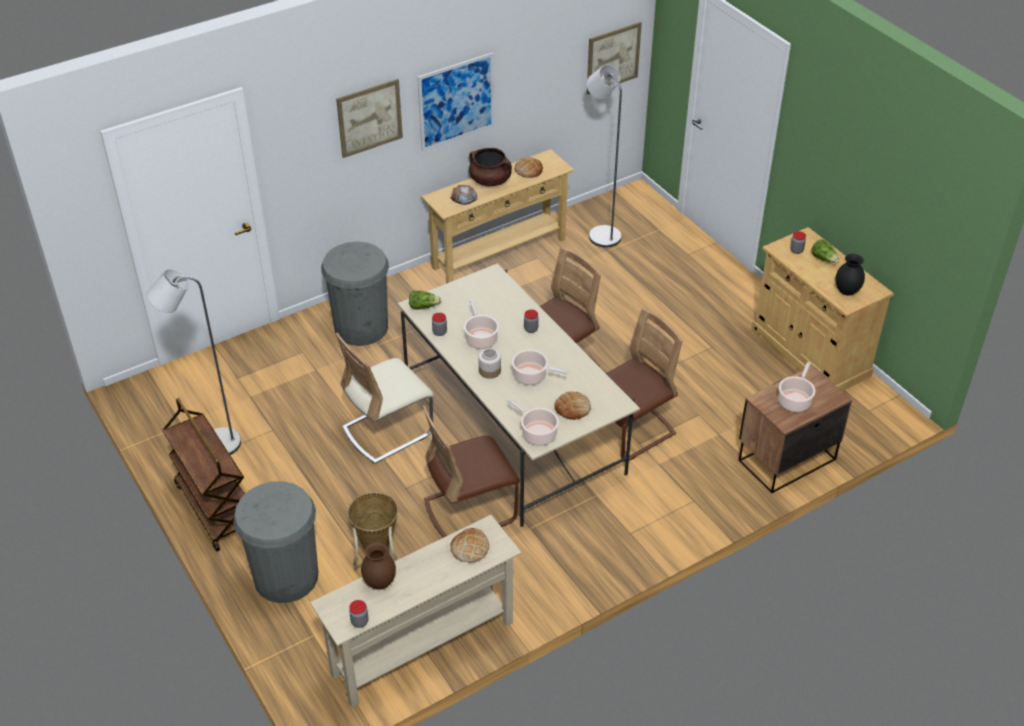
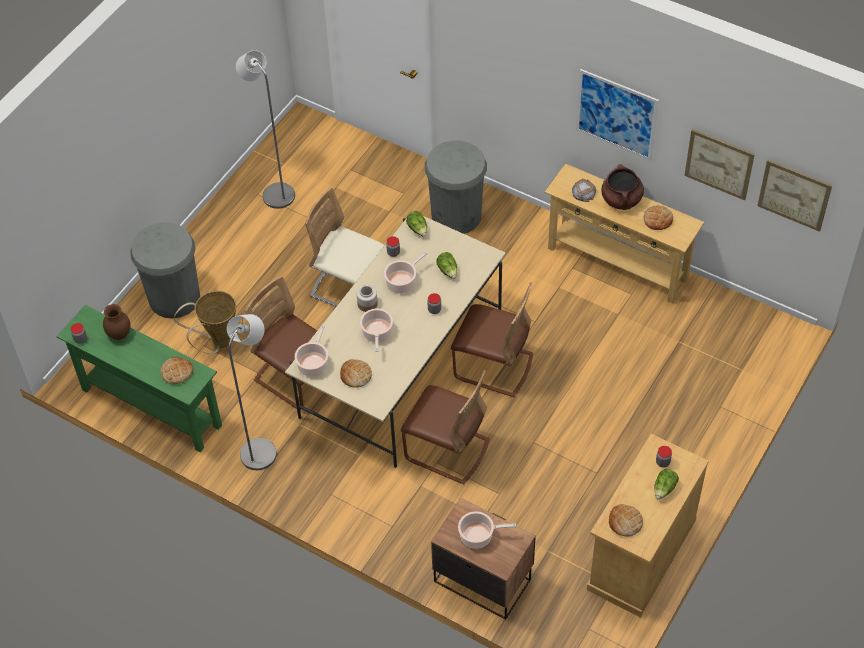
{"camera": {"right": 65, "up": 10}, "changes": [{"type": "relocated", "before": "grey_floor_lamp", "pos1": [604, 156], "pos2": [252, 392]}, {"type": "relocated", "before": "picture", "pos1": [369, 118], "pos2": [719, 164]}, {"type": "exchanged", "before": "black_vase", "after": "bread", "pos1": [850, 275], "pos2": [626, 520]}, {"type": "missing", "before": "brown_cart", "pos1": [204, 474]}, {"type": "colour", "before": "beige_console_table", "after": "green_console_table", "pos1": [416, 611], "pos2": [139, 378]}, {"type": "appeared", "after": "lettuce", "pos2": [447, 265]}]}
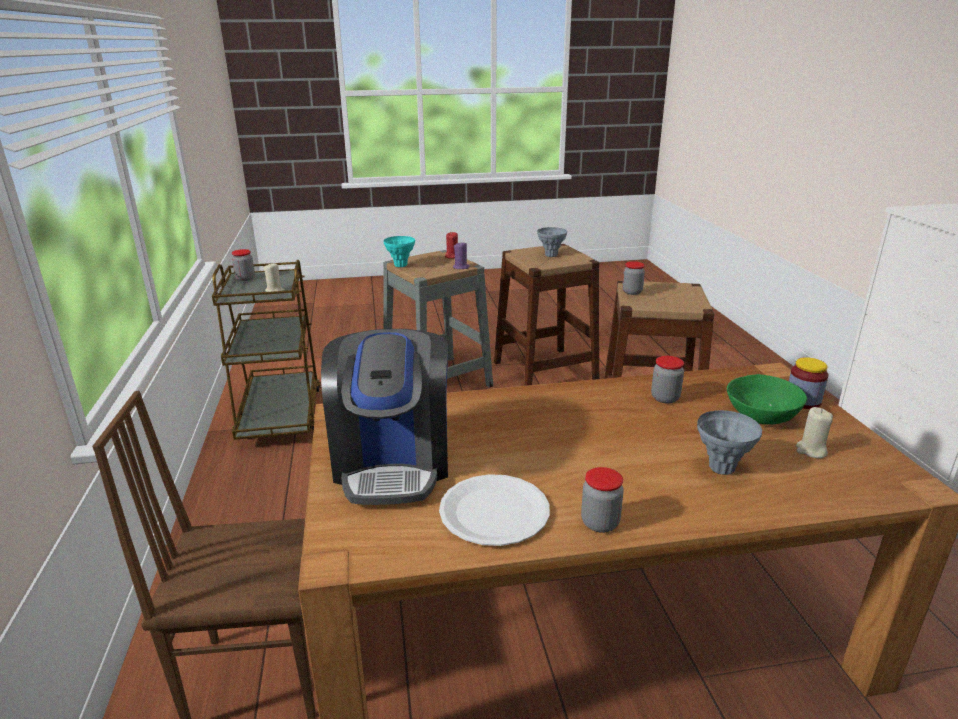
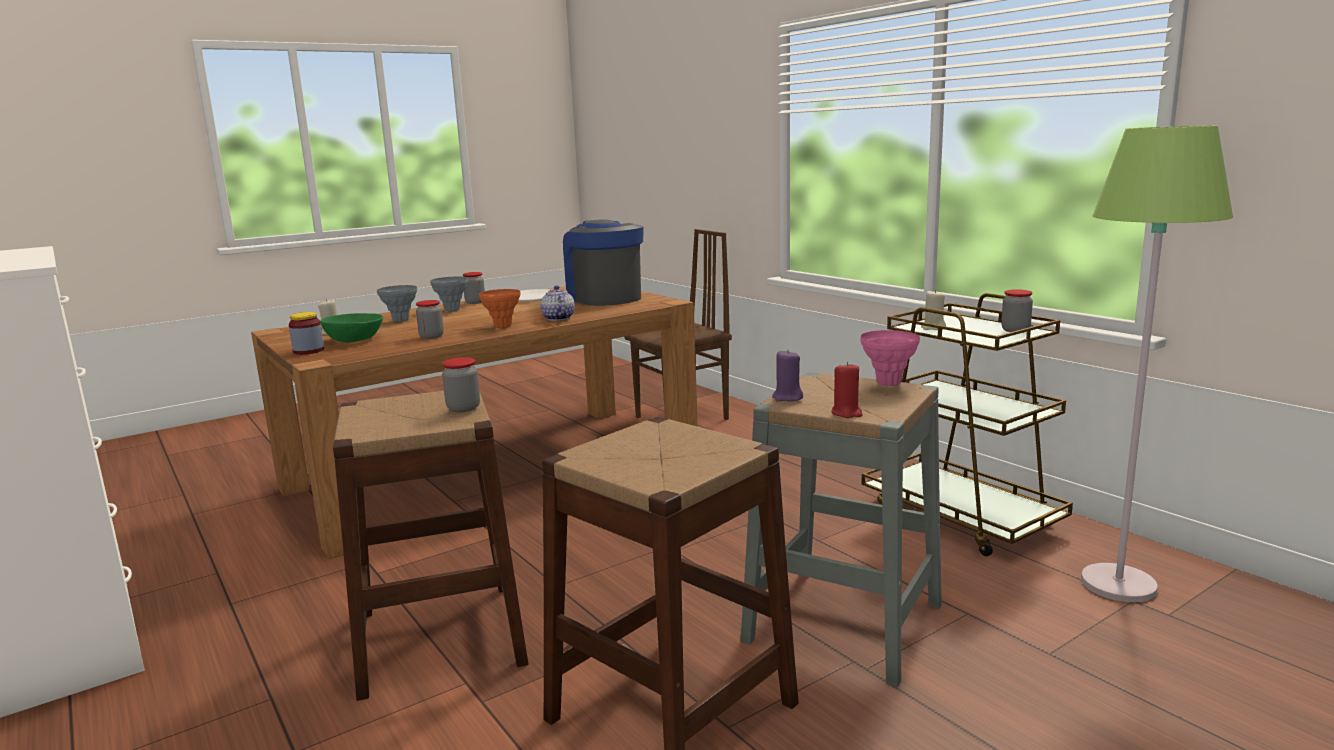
{"camera": {"right": 155, "up": -10}, "changes": [{"type": "relocated", "before": "grey_vase", "pos1": [552, 242], "pos2": [449, 294]}, {"type": "colour", "before": "turquoise_vase", "after": "pink_vase", "pos1": [399, 251], "pos2": [890, 358]}, {"type": "appeared", "after": "green_floor_lamp", "pos2": [1157, 363]}, {"type": "appeared", "after": "teapot", "pos2": [558, 303]}, {"type": "appeared", "after": "orange_vase", "pos2": [499, 308]}]}
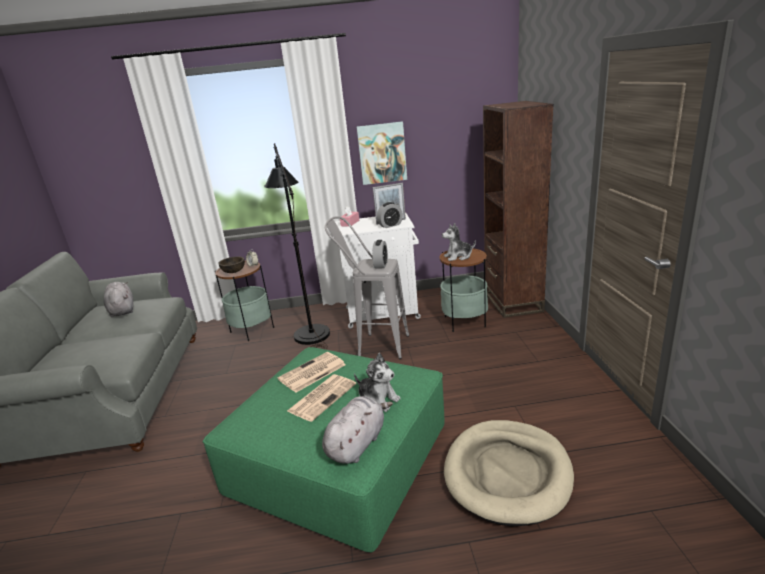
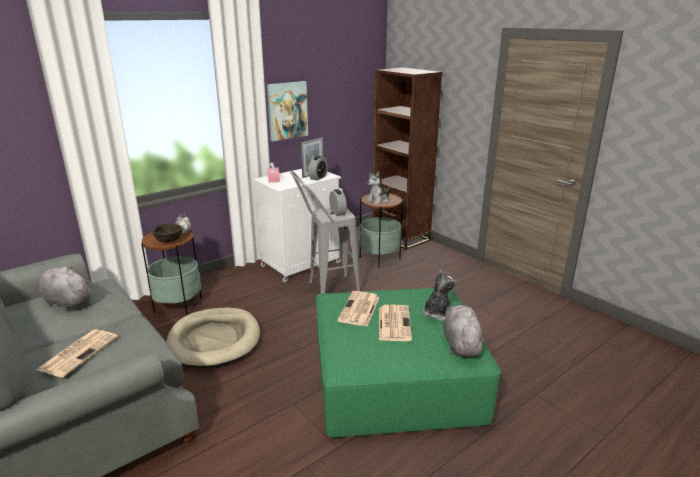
{"camera": {"right": -35, "up": 0}, "changes": [{"type": "missing", "before": "black_floor_lamp", "pos1": [297, 246]}, {"type": "spun", "before": "plush_toy", "pos1": [377, 382], "pos2": [440, 295], "turn": -60}, {"type": "relocated", "before": "beige_dog_bed", "pos1": [509, 473], "pos2": [213, 338]}, {"type": "appeared", "after": "newspaper", "pos2": [77, 353]}]}
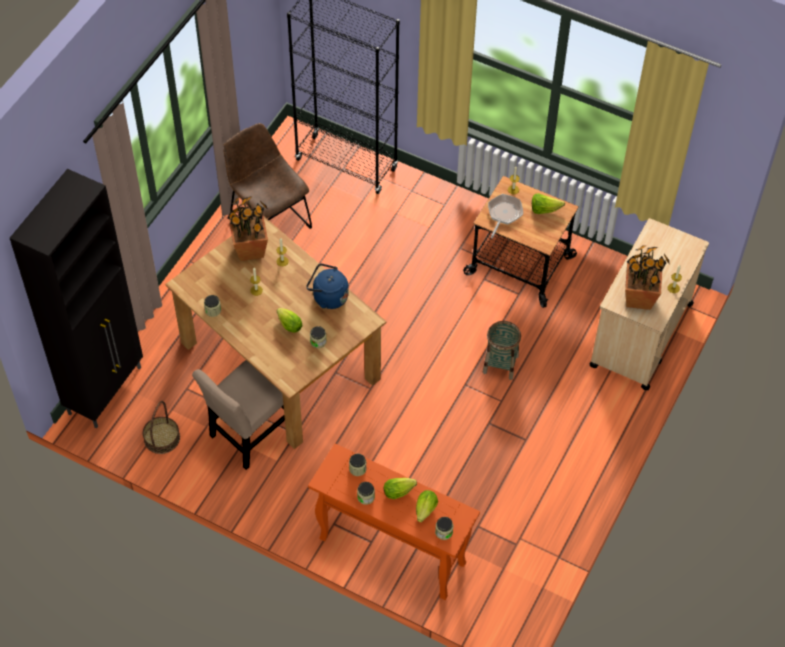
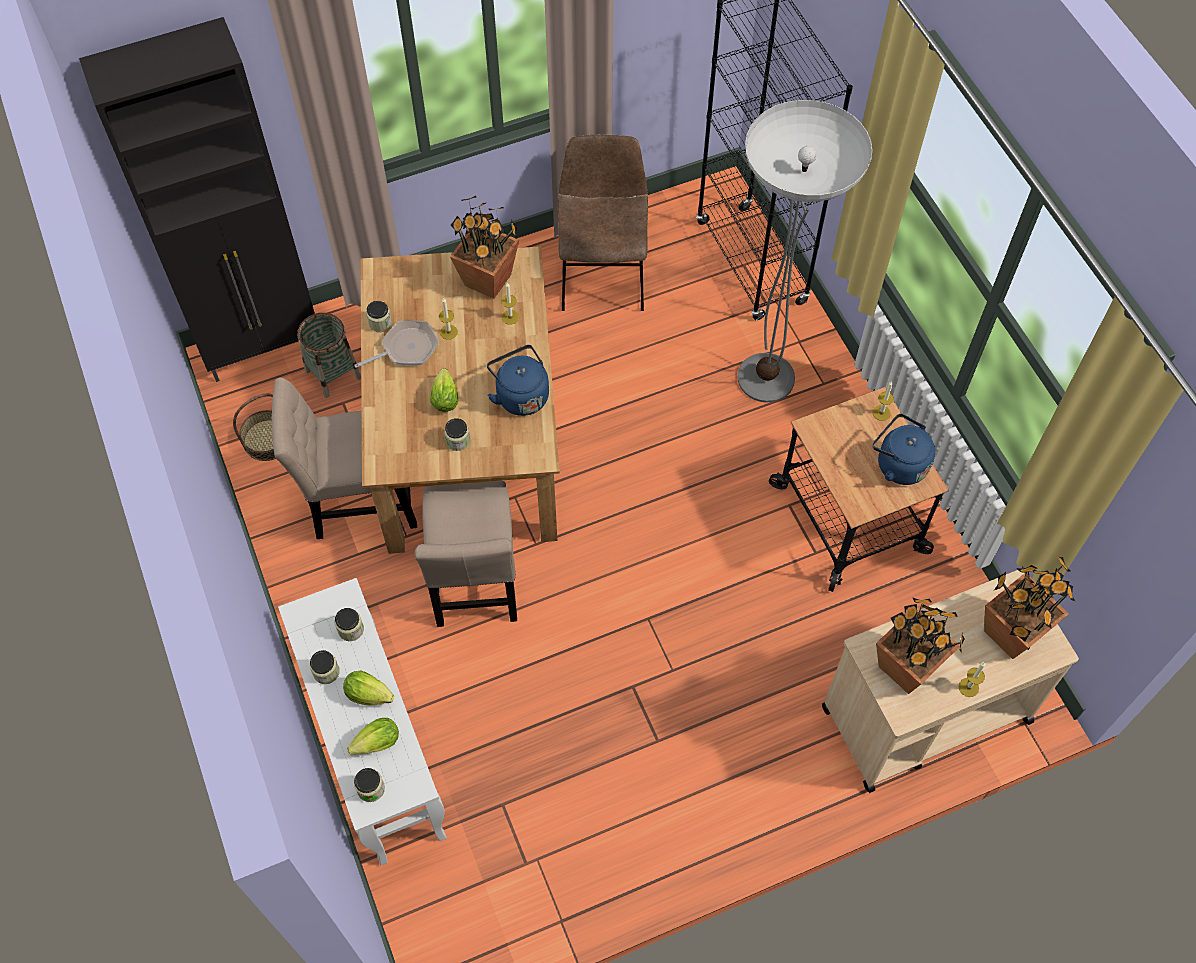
{"camera": {"right": 40, "up": 5}, "changes": [{"type": "exchanged", "before": "lettuce", "after": "blue_kettle", "pos1": [548, 203], "pos2": [904, 449]}, {"type": "relocated", "before": "frying_pan", "pos1": [505, 216], "pos2": [396, 344]}, {"type": "relocated", "before": "basket", "pos1": [502, 350], "pos2": [329, 355]}, {"type": "colour", "before": "orange_console_table", "after": "white_console_table", "pos1": [394, 521], "pos2": [362, 721]}, {"type": "appeared", "after": "floor_lamp", "pos2": [805, 251]}, {"type": "appeared", "after": "beige_chair", "pos2": [465, 554]}, {"type": "appeared", "after": "potted_plant", "pos2": [1029, 607]}]}
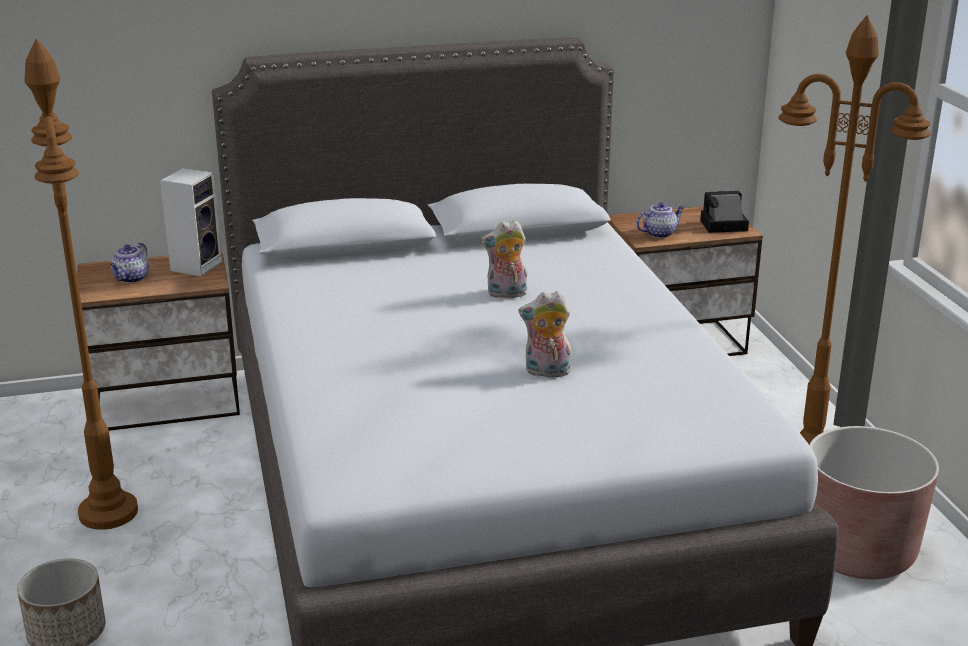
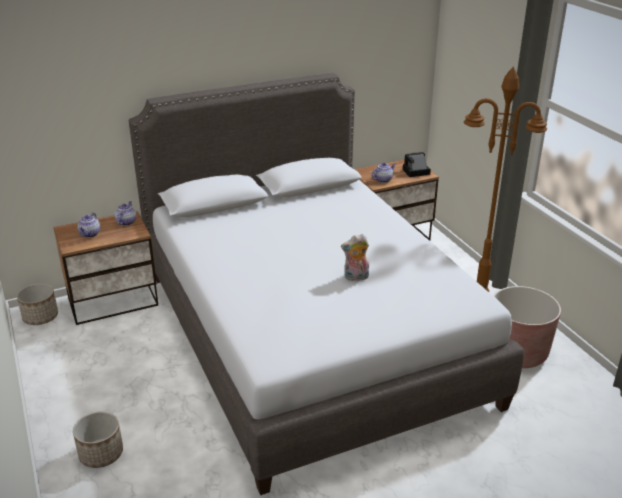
{"camera": {"right": -10, "up": 5}, "changes": [{"type": "missing", "before": "brown_floor_lamp", "pos1": [81, 284]}, {"type": "exchanged", "before": "speaker", "after": "teapot", "pos1": [191, 222], "pos2": [125, 213]}, {"type": "missing", "before": "plush_toy", "pos1": [504, 259]}, {"type": "appeared", "after": "planter", "pos2": [37, 304]}]}
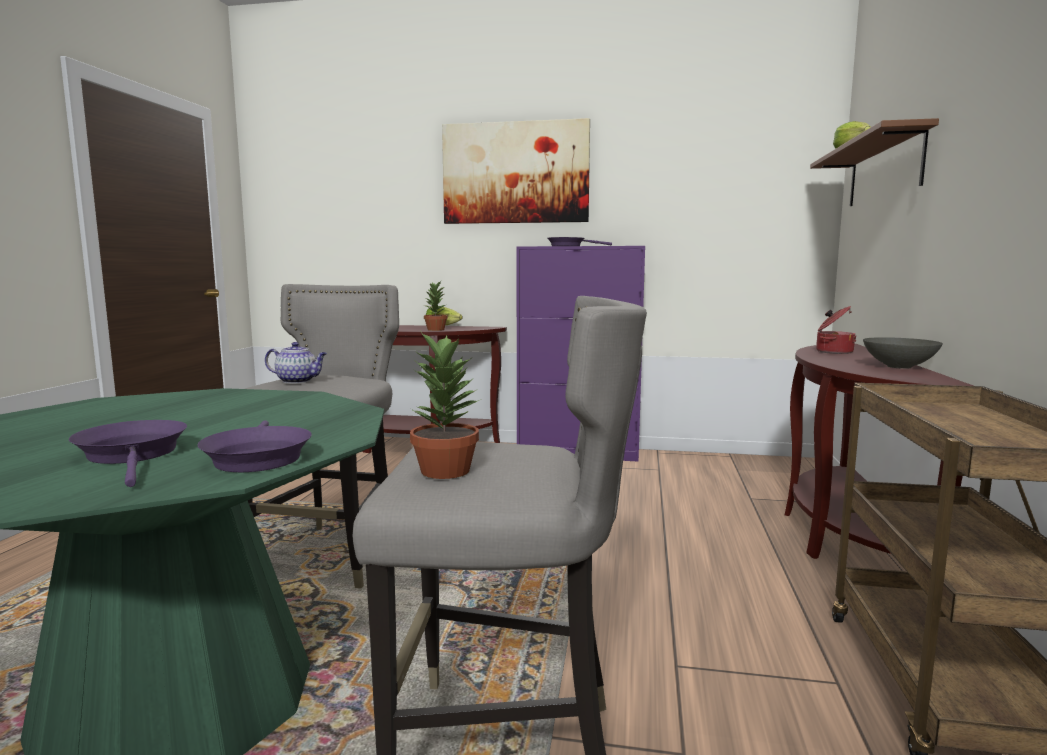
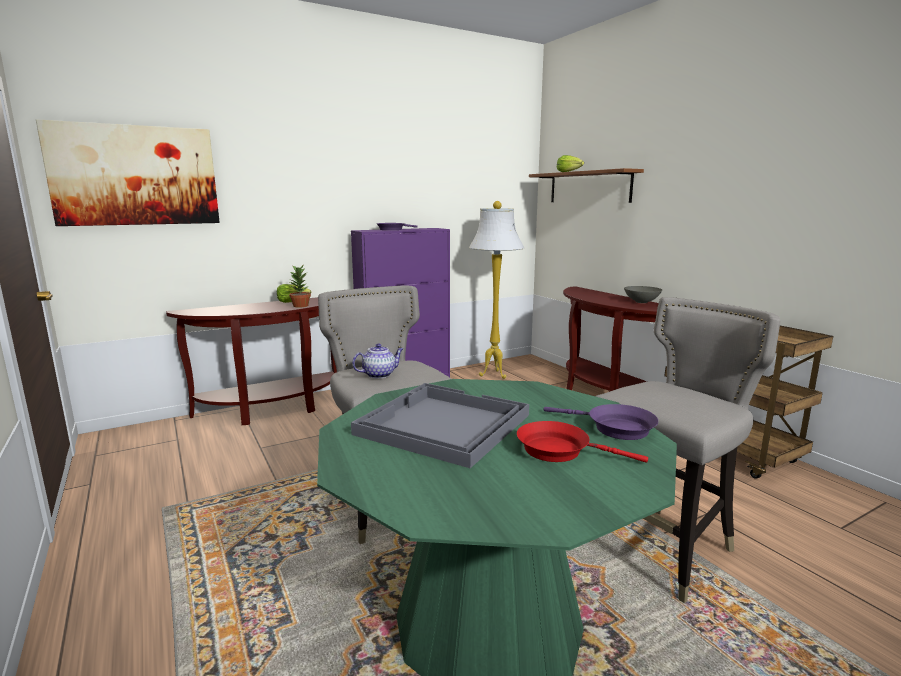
{"camera": {"right": -40, "up": 5}, "changes": [{"type": "relocated", "before": "picture", "pos1": [516, 171], "pos2": [128, 172]}, {"type": "missing", "before": "cooking_pot", "pos1": [836, 330]}, {"type": "missing", "before": "potted_plant", "pos1": [444, 405]}, {"type": "colour", "before": "purple_frying_pan", "after": "red_frying_pan", "pos1": [128, 453], "pos2": [582, 441]}, {"type": "appeared", "after": "white_floor_lamp", "pos2": [496, 290]}, {"type": "appeared", "after": "grey_tray", "pos2": [440, 425]}]}
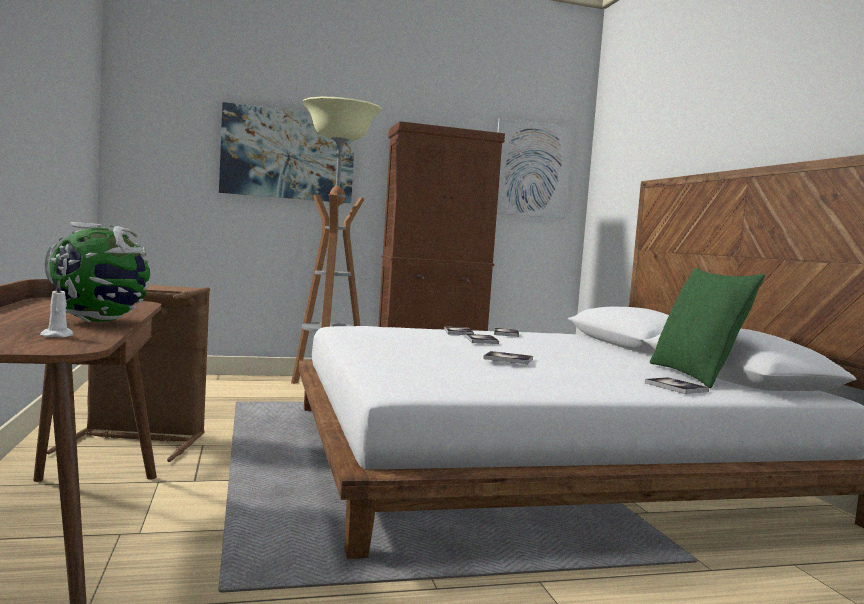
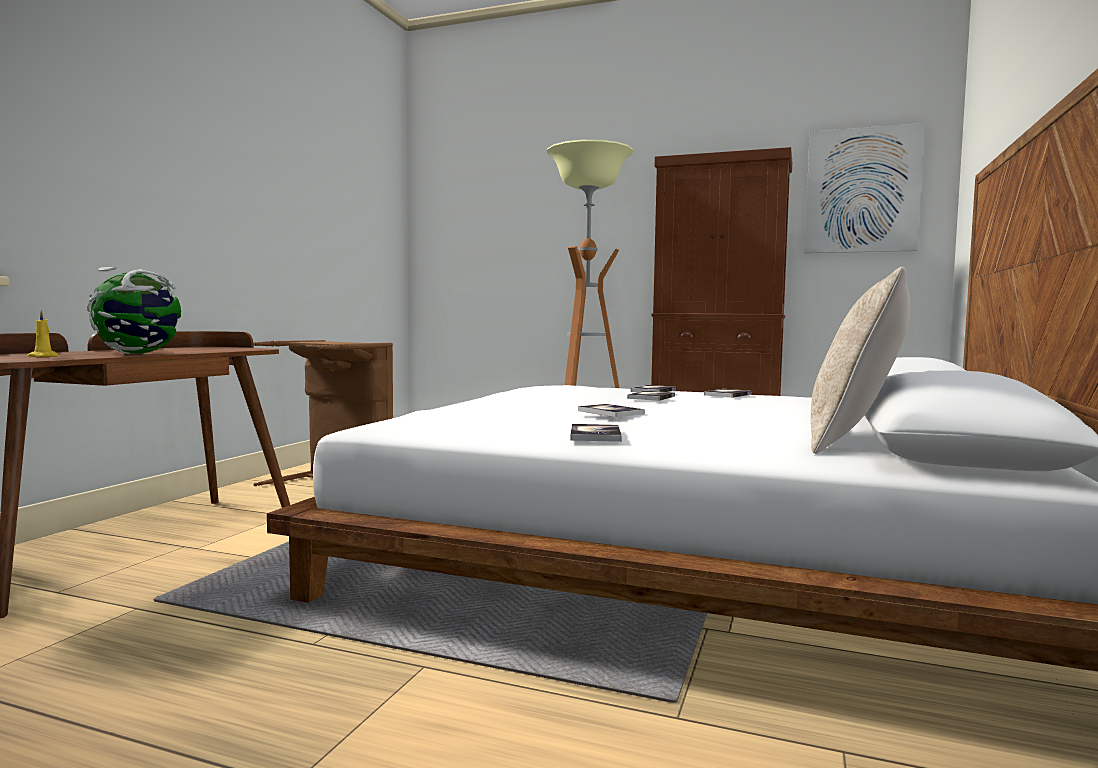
{"camera": {"right": 35, "up": 0}, "changes": [{"type": "missing", "before": "picture", "pos1": [287, 152]}, {"type": "colour", "before": "green_pillow", "after": "beige_pillow", "pos1": [707, 328], "pos2": [860, 360]}, {"type": "colour", "before": "white_candle", "after": "yellow_candle", "pos1": [56, 308], "pos2": [43, 333]}, {"type": "relocated", "before": "book", "pos1": [677, 385], "pos2": [596, 433]}]}
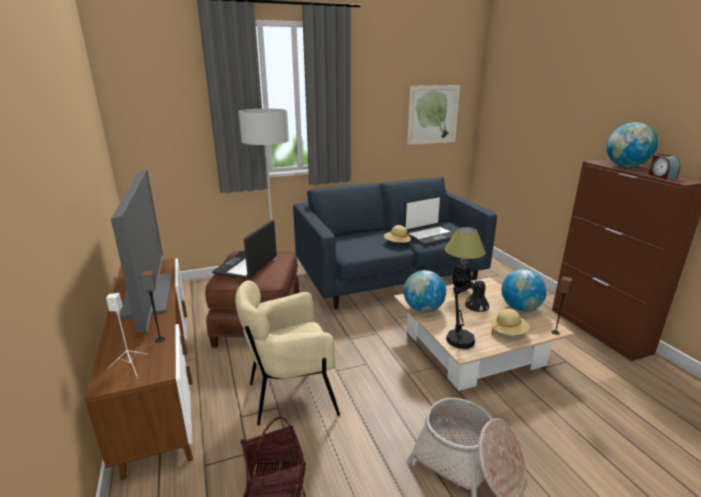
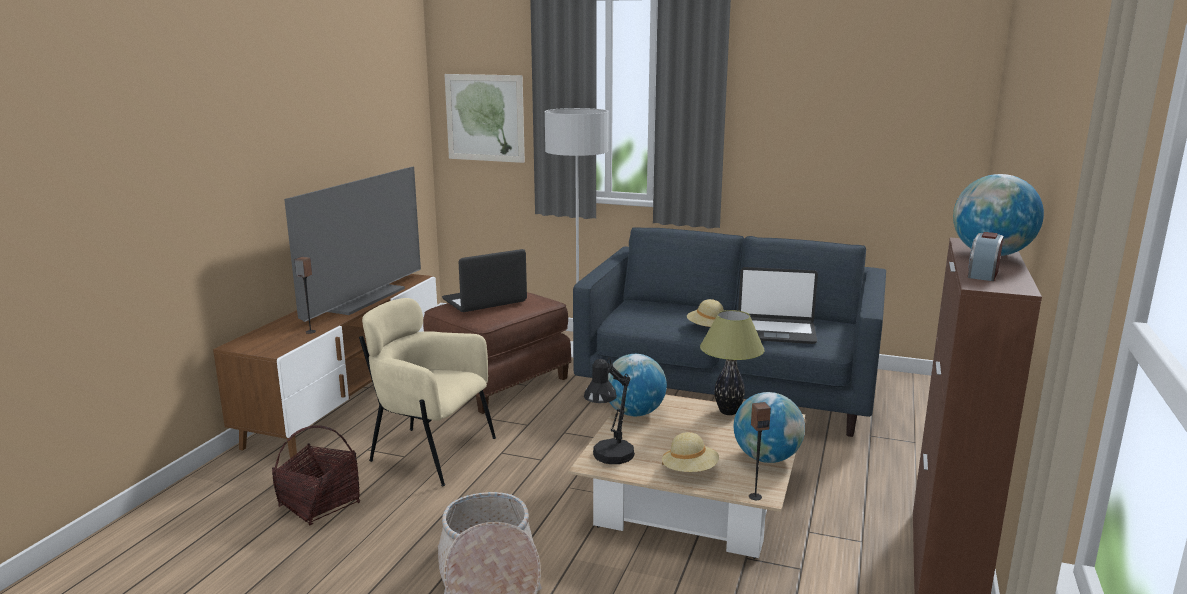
{"camera": {"right": 40, "up": -5}, "changes": [{"type": "relocated", "before": "picture", "pos1": [433, 115], "pos2": [485, 118]}, {"type": "missing", "before": "white_speaker", "pos1": [127, 335]}]}
